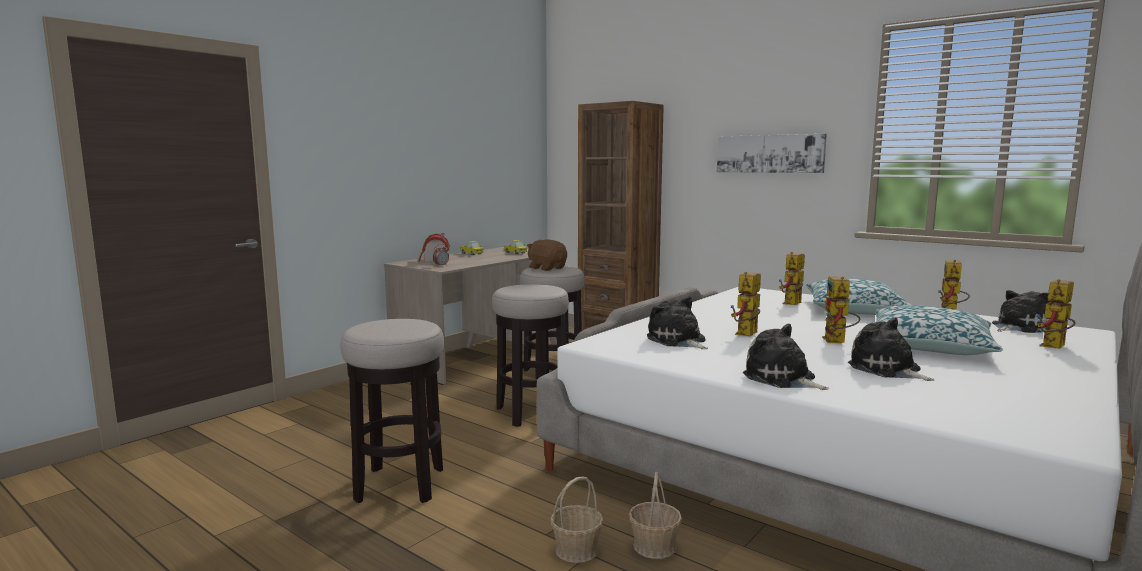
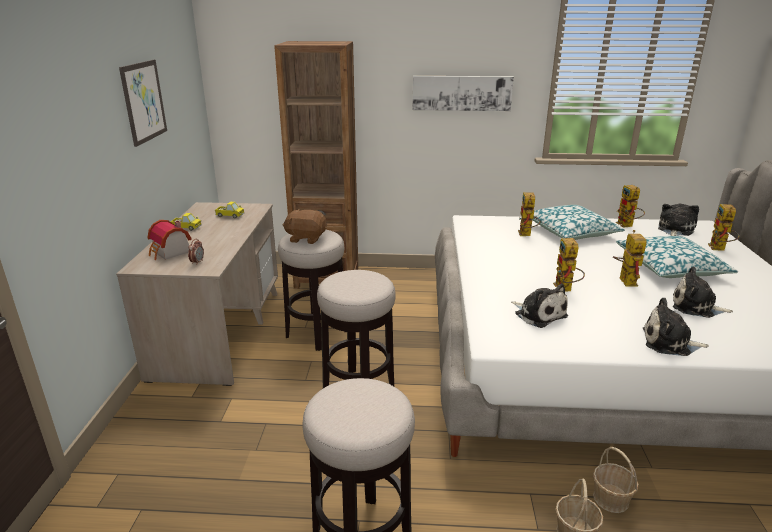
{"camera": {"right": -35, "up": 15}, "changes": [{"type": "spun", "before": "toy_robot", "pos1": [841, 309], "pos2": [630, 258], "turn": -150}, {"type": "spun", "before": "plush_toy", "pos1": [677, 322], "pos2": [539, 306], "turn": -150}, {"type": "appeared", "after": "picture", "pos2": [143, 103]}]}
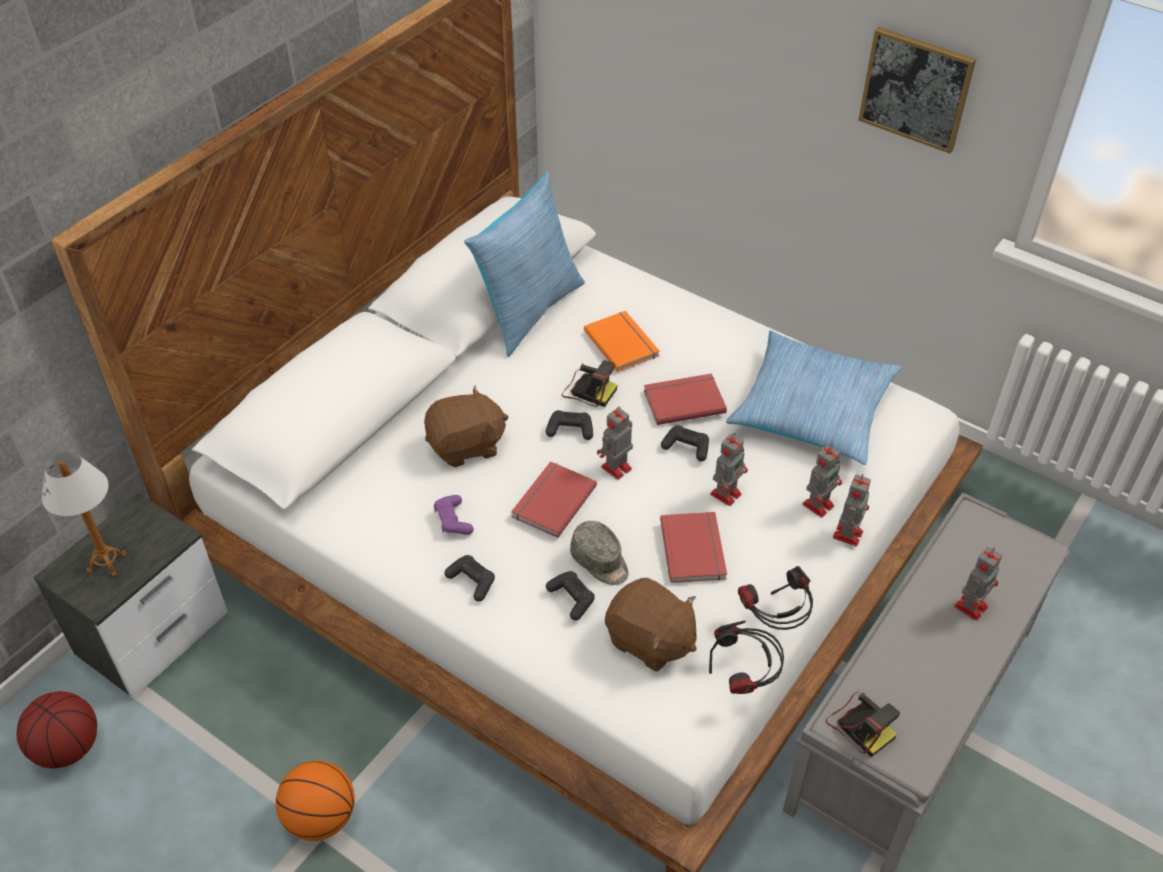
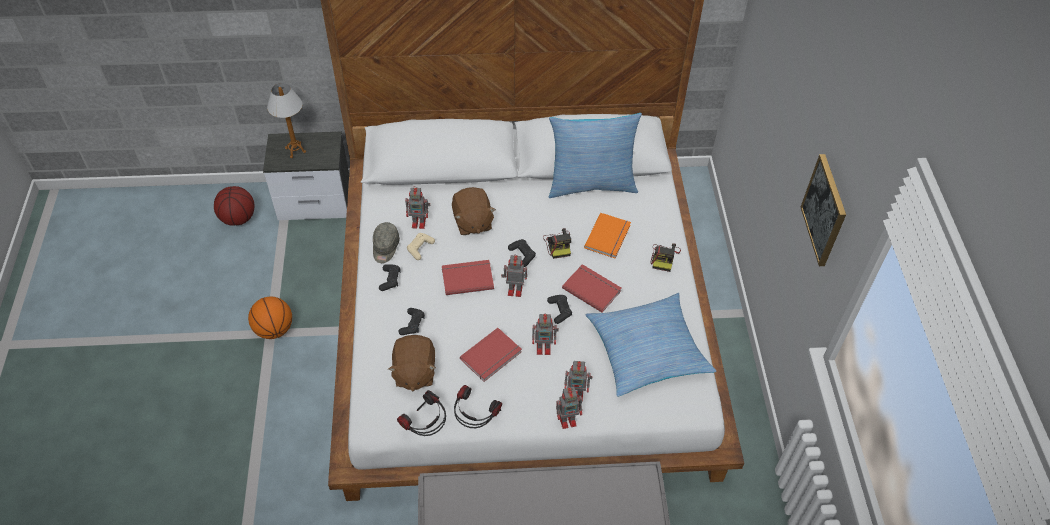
{"camera": {"right": 50, "up": 5}, "changes": [{"type": "spun", "before": "brown_plush_toy", "pos1": [466, 426], "pos2": [474, 211], "turn": 45}, {"type": "colour", "before": "purple_game_controller", "after": "beige_game_controller", "pos1": [454, 515], "pos2": [421, 246]}, {"type": "relocated", "before": "grey_cap", "pos1": [599, 553], "pos2": [386, 242]}, {"type": "relocated", "before": "toy_robot", "pos1": [978, 584], "pos2": [417, 207]}, {"type": "relocated", "before": "photo_camera", "pos1": [863, 724], "pos2": [666, 257]}]}
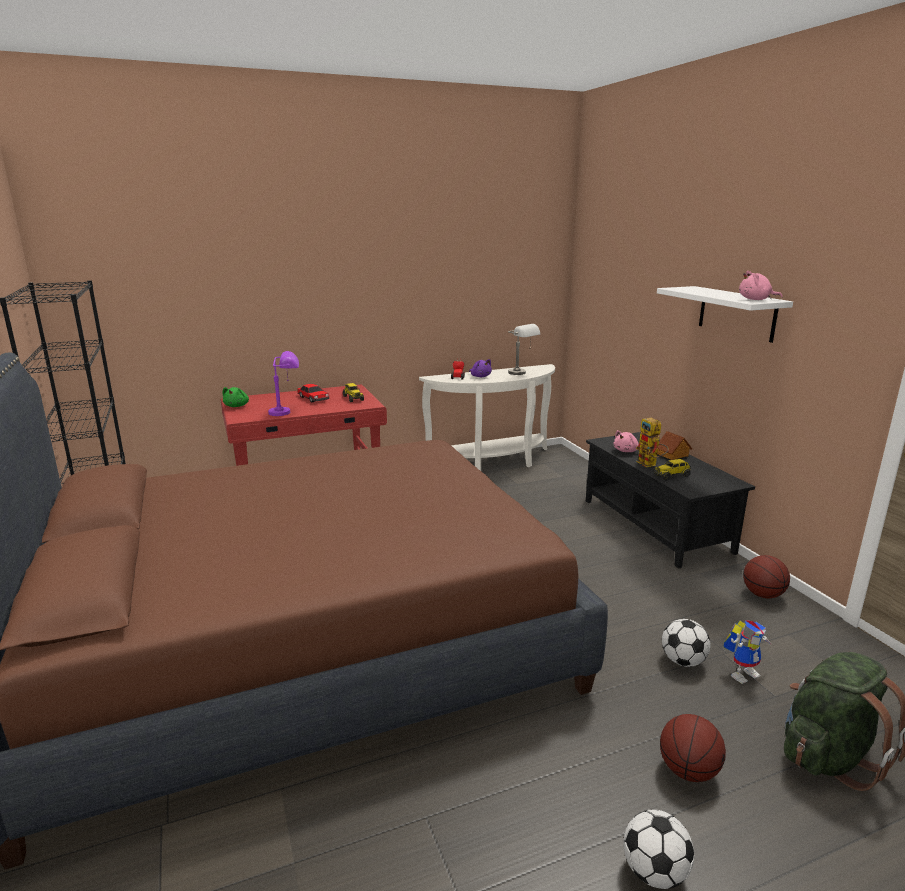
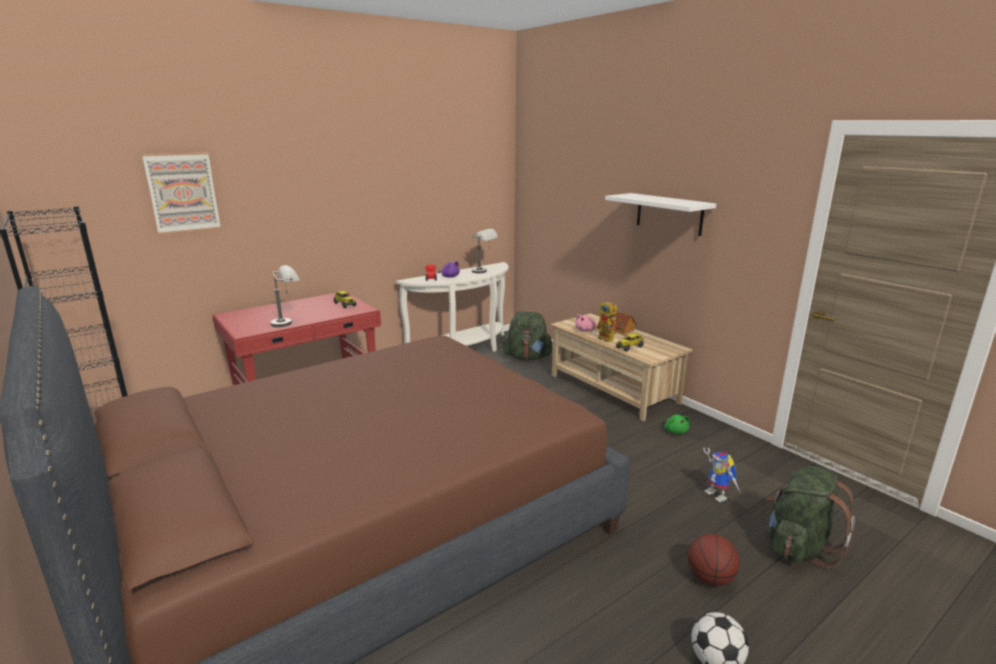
{"camera": {"right": -15, "up": 0}, "changes": [{"type": "missing", "before": "pink_plush_toy", "pos1": [761, 285]}, {"type": "colour", "before": "purple_table_lamp", "after": "grey_table_lamp", "pos1": [283, 383], "pos2": [285, 296]}, {"type": "missing", "before": "toy_car", "pos1": [313, 393]}, {"type": "relocated", "before": "green_plush_toy", "pos1": [235, 397], "pos2": [676, 424]}, {"type": "colour", "before": "black_coffee_table", "after": "beige_coffee_table", "pos1": [670, 500], "pos2": [621, 367]}, {"type": "missing", "before": "basketball", "pos1": [766, 576]}, {"type": "missing", "before": "football", "pos1": [686, 643]}, {"type": "spun", "before": "toy_robot", "pos1": [747, 652], "pos2": [722, 475], "turn": 105}, {"type": "appeared", "after": "picture", "pos2": [181, 193]}, {"type": "appeared", "after": "green_backpack", "pos2": [528, 336]}]}
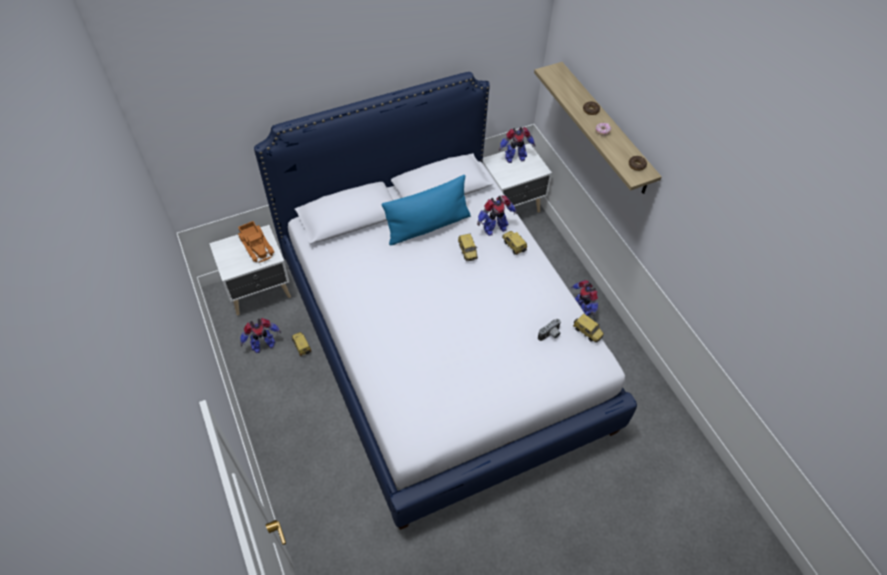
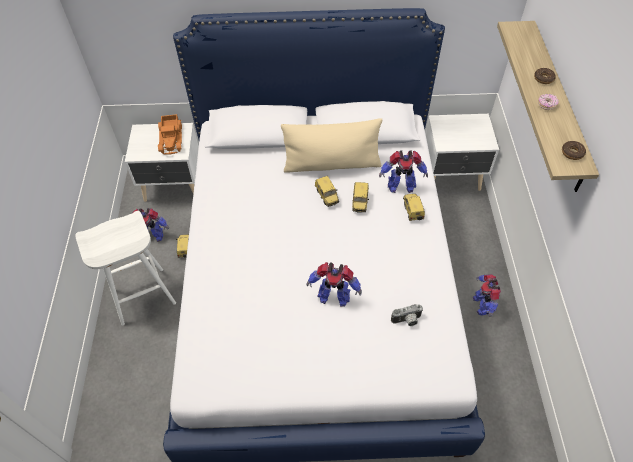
{"camera": {"right": 25, "up": 0}, "changes": [{"type": "relocated", "before": "toy_robot", "pos1": [517, 145], "pos2": [334, 284]}, {"type": "colour", "before": "blue_pillow", "after": "beige_pillow", "pos1": [426, 210], "pos2": [331, 145]}, {"type": "relocated", "before": "toy_car", "pos1": [588, 328], "pos2": [327, 191]}, {"type": "appeared", "after": "white_stool", "pos2": [125, 268]}]}
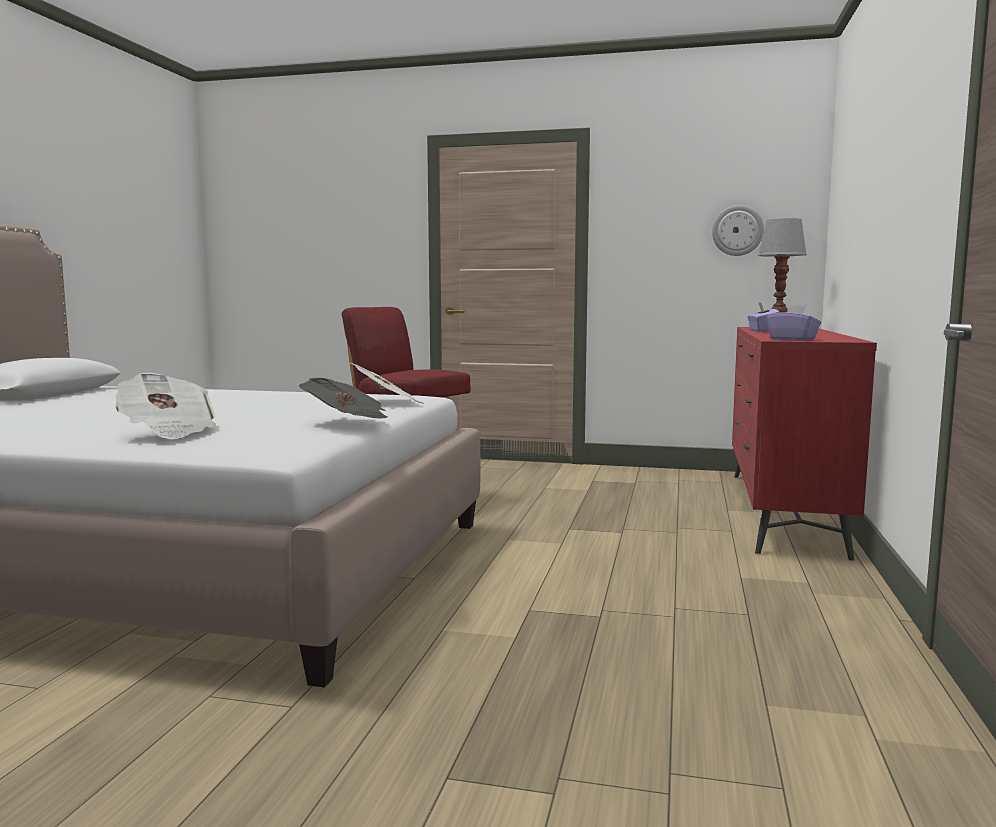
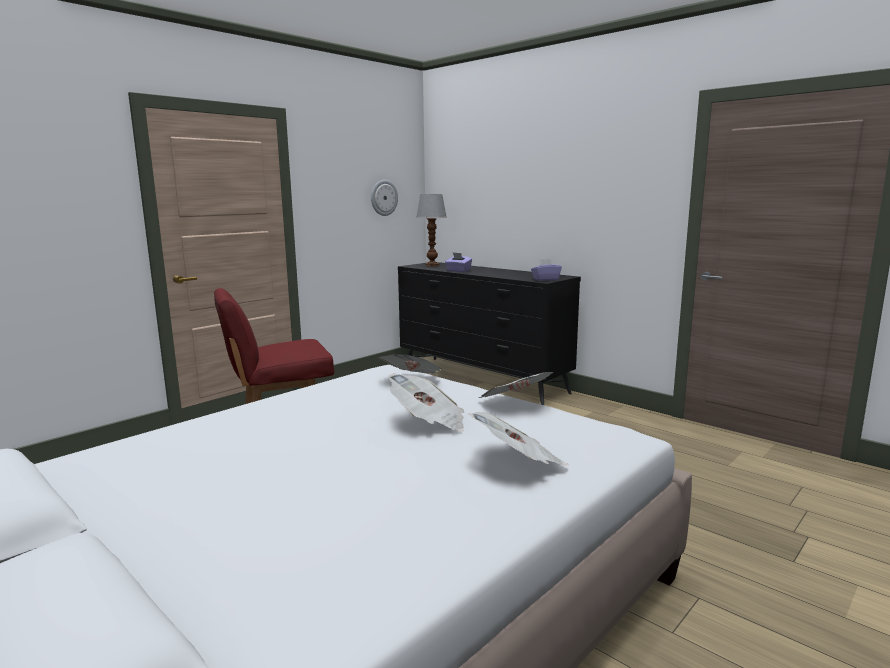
{"camera": {"right": -60, "up": 5}, "changes": [{"type": "colour", "before": "red_dresser", "after": "black_dresser", "pos1": [804, 444], "pos2": [489, 333]}, {"type": "appeared", "after": "newspaper", "pos2": [426, 402]}]}
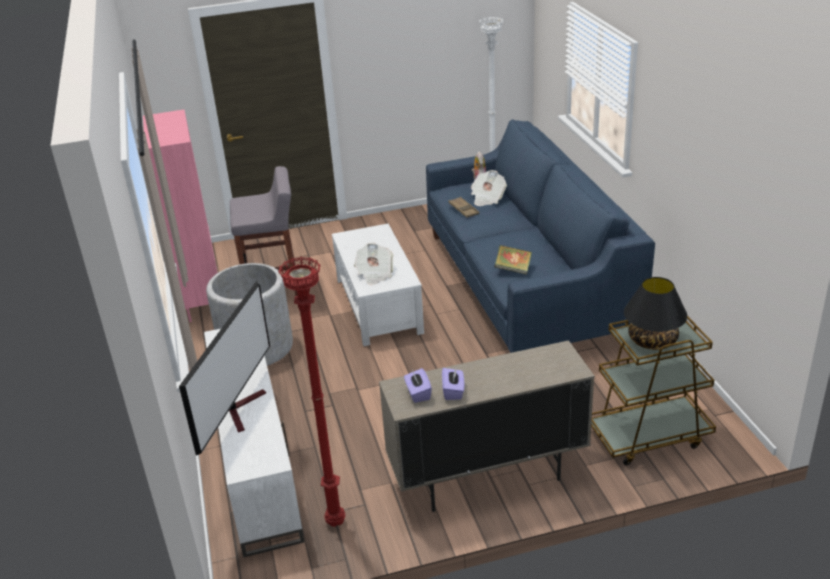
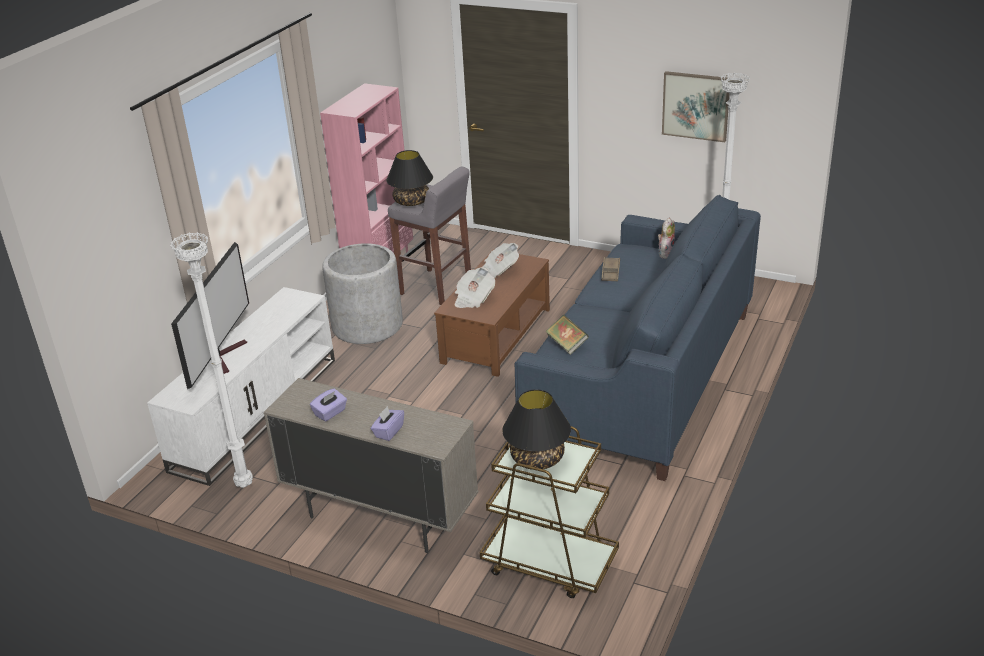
{"camera": {"right": 40, "up": 0}, "changes": [{"type": "relocated", "before": "newspaper", "pos1": [489, 188], "pos2": [500, 260]}, {"type": "colour", "before": "white_coffee_table", "after": "brown_coffee_table", "pos1": [378, 285], "pos2": [492, 313]}, {"type": "colour", "before": "red_floor_lamp", "after": "white_floor_lamp", "pos1": [311, 391], "pos2": [211, 360]}, {"type": "spun", "before": "television", "pos1": [224, 368], "pos2": [210, 315], "turn": -45}, {"type": "relocated", "before": "purple_tissue_box", "pos1": [418, 385], "pos2": [387, 423]}, {"type": "appeared", "after": "picture", "pos2": [695, 106]}, {"type": "appeared", "after": "black_table_lamp", "pos2": [409, 178]}]}
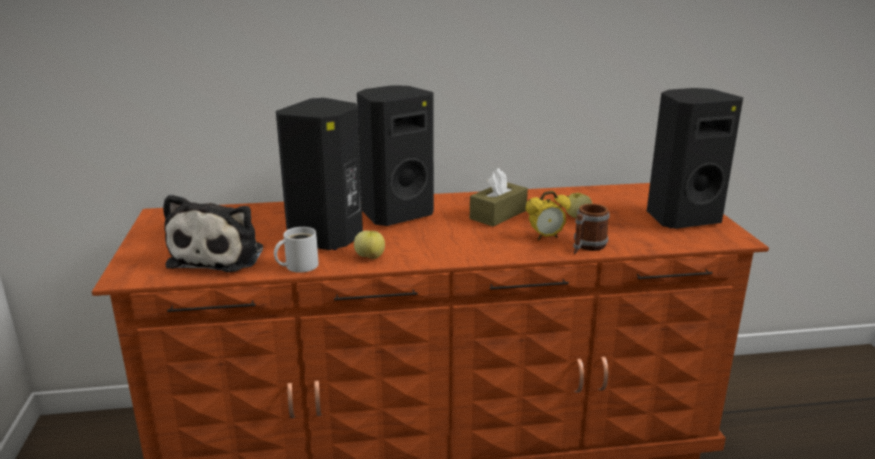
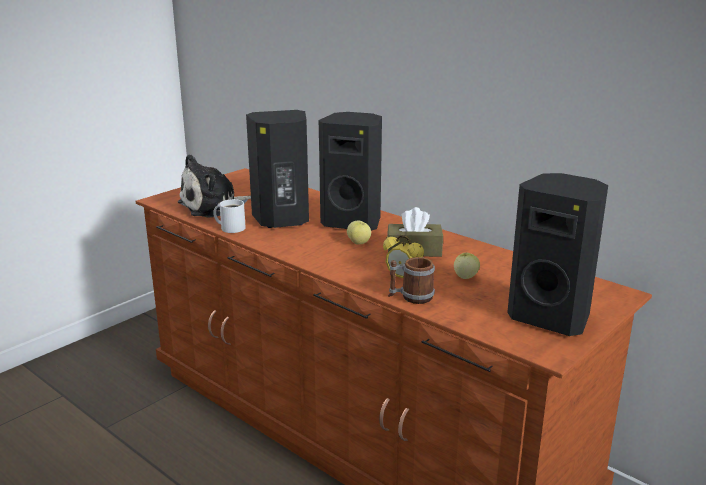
{"camera": {"right": 50, "up": 0}, "changes": [{"type": "relocated", "before": "apple", "pos1": [369, 244], "pos2": [359, 232]}]}
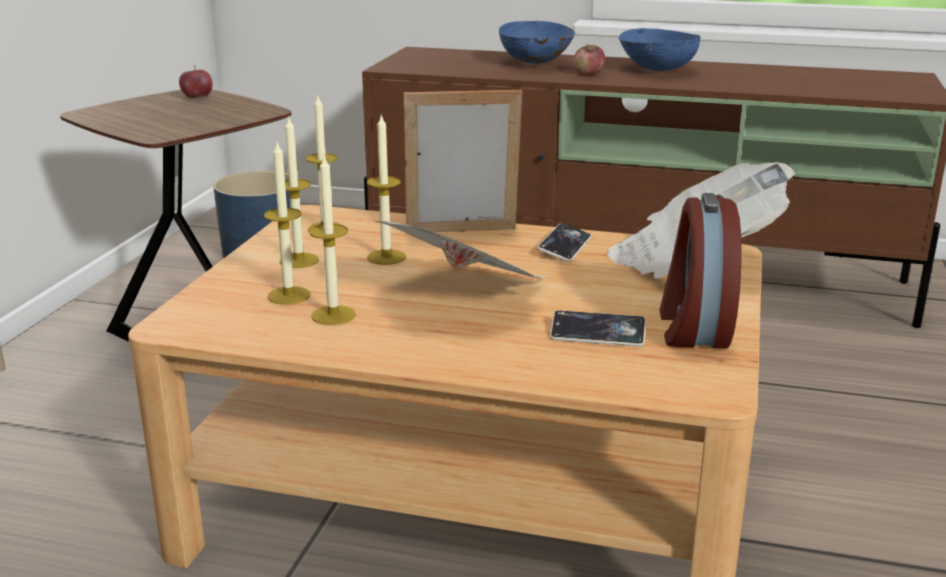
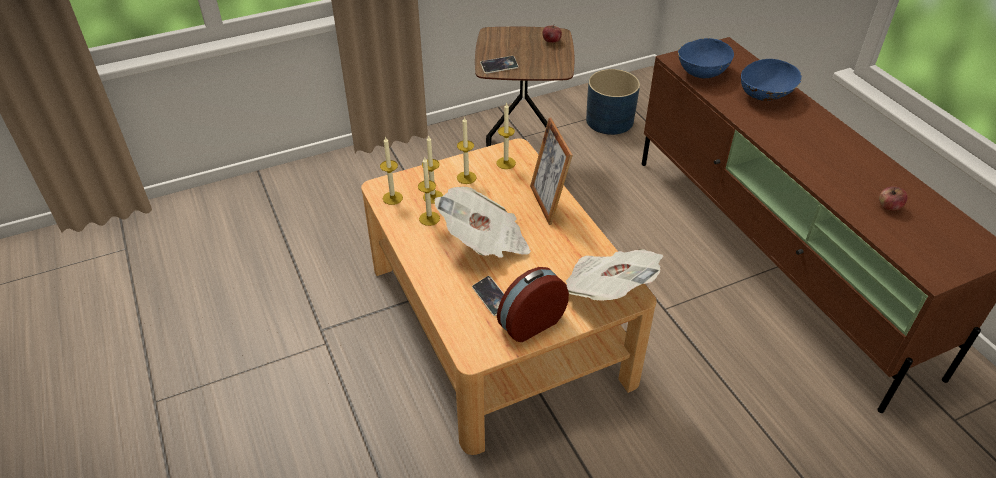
{"camera": {"right": 50, "up": 20}, "changes": [{"type": "relocated", "before": "blue_bowl", "pos1": [659, 49], "pos2": [706, 58]}, {"type": "relocated", "before": "apple", "pos1": [589, 59], "pos2": [893, 198]}, {"type": "spun", "before": "picture_frame", "pos1": [463, 161], "pos2": [551, 171], "turn": -150}, {"type": "relocated", "before": "candle", "pos1": [386, 189], "pos2": [391, 170]}, {"type": "relocated", "before": "phone", "pos1": [564, 242], "pos2": [499, 65]}]}
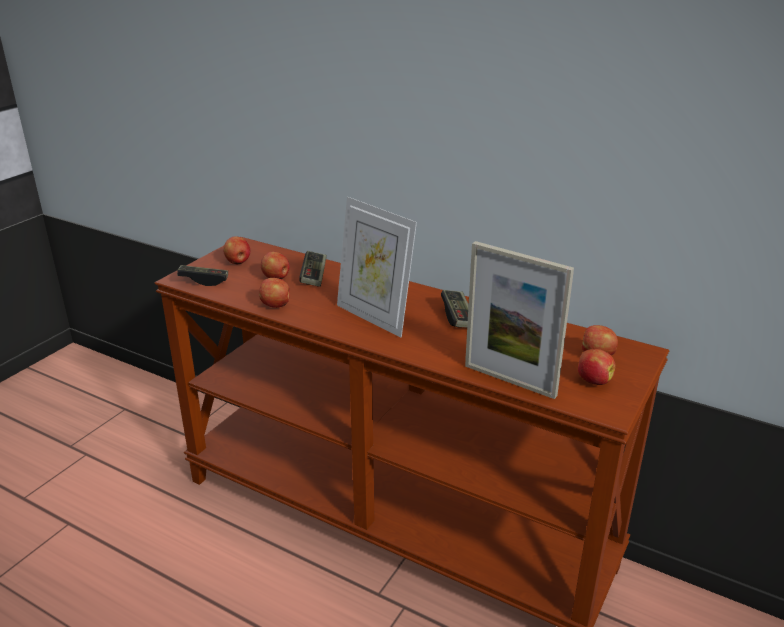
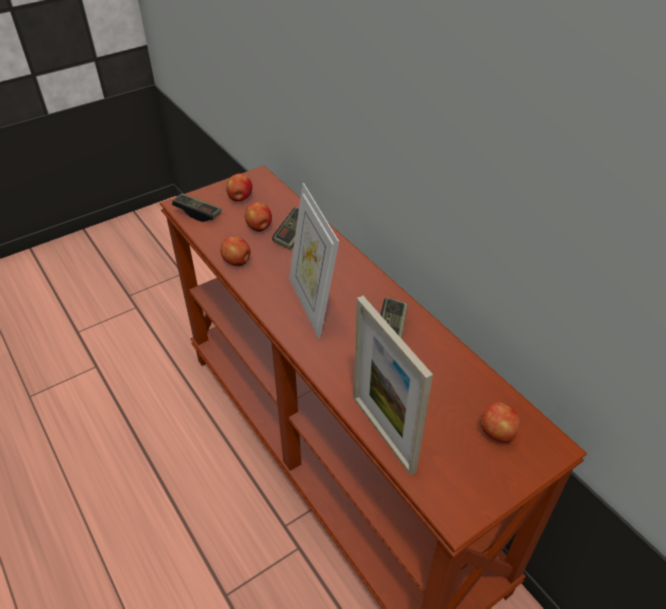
{"camera": {"right": 25, "up": 15}, "changes": [{"type": "missing", "before": "apple", "pos1": [596, 367]}]}
